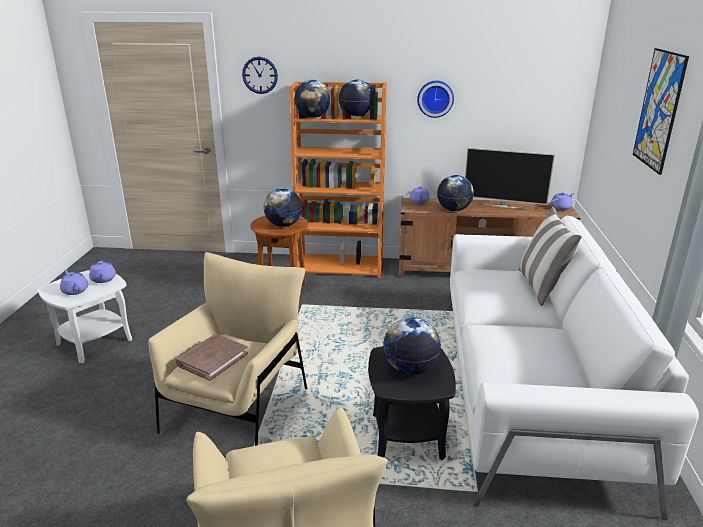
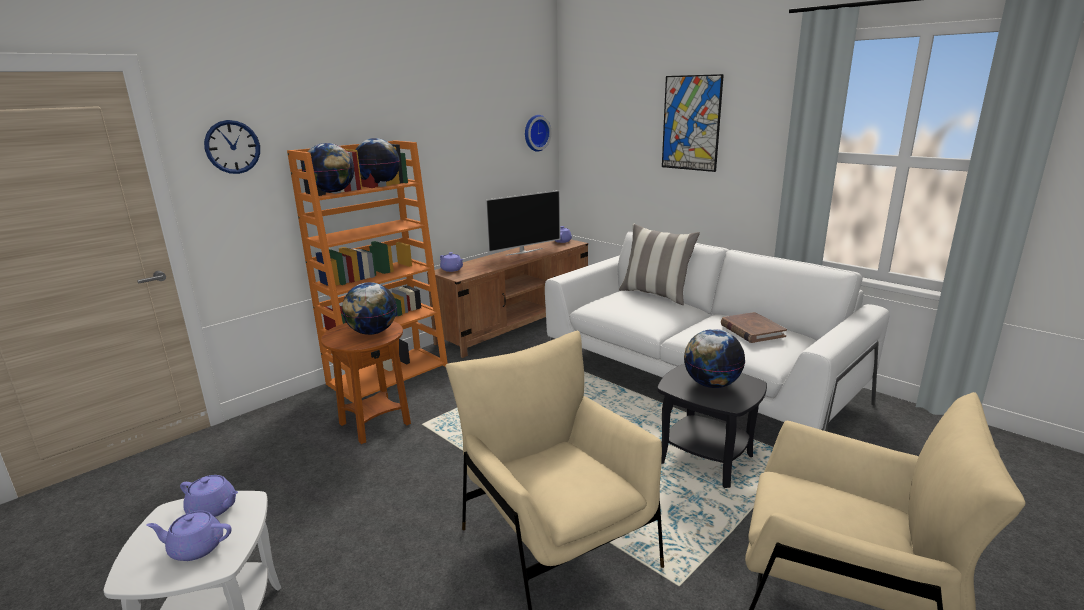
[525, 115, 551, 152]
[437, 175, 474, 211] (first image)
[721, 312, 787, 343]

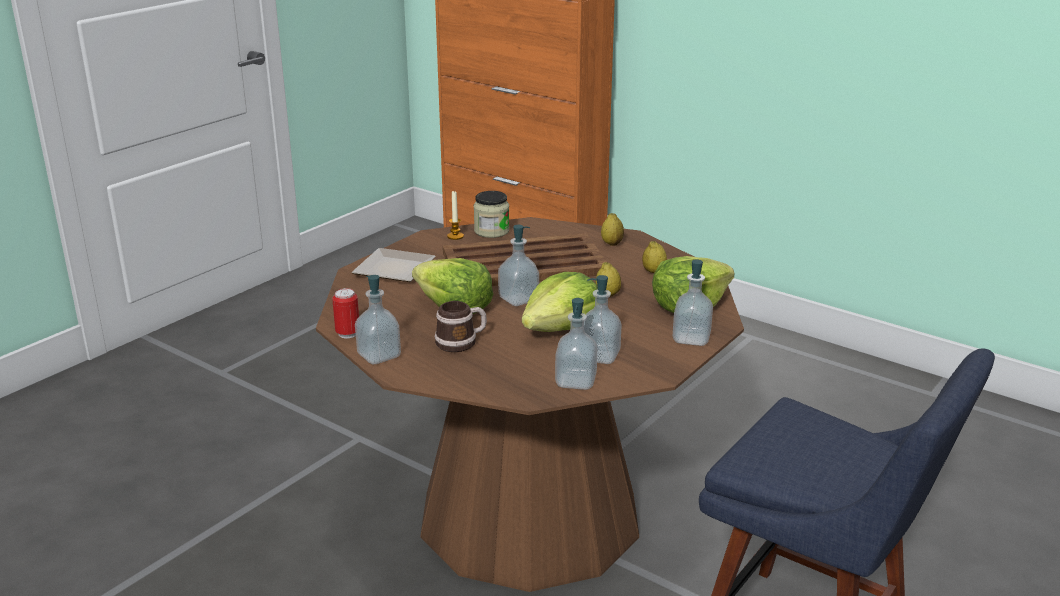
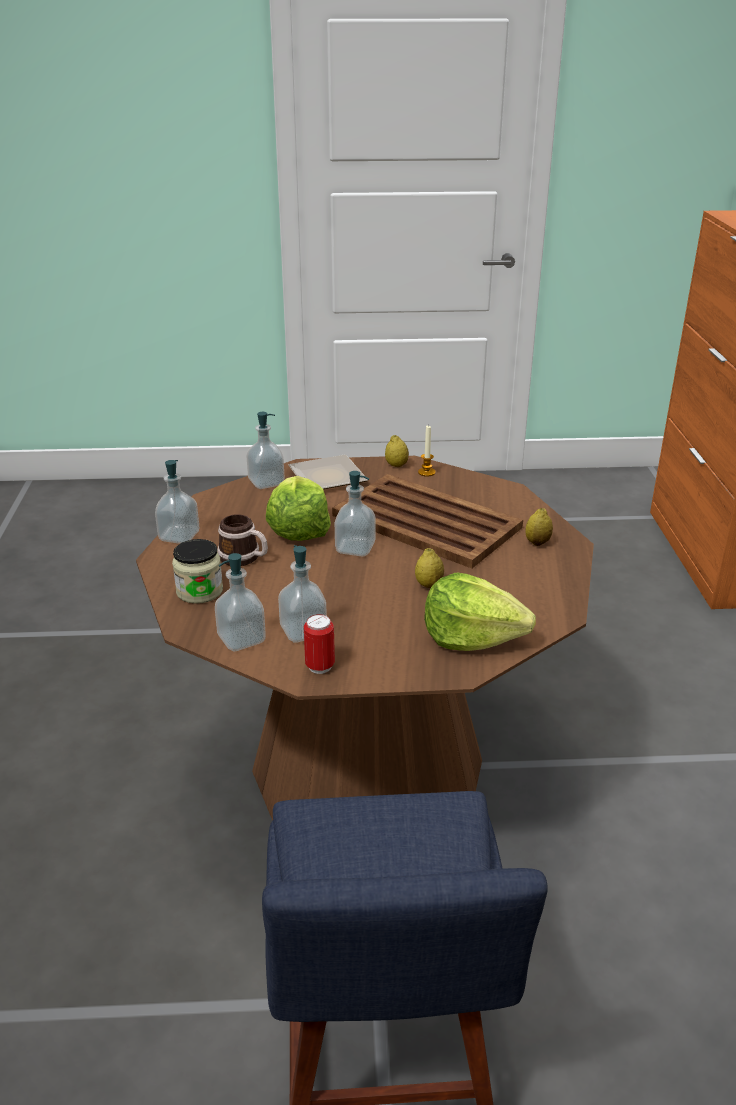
[172, 539, 223, 604]
[385, 435, 409, 467]
[247, 412, 285, 489]
[522, 272, 598, 332] (first image)
[304, 614, 335, 674]

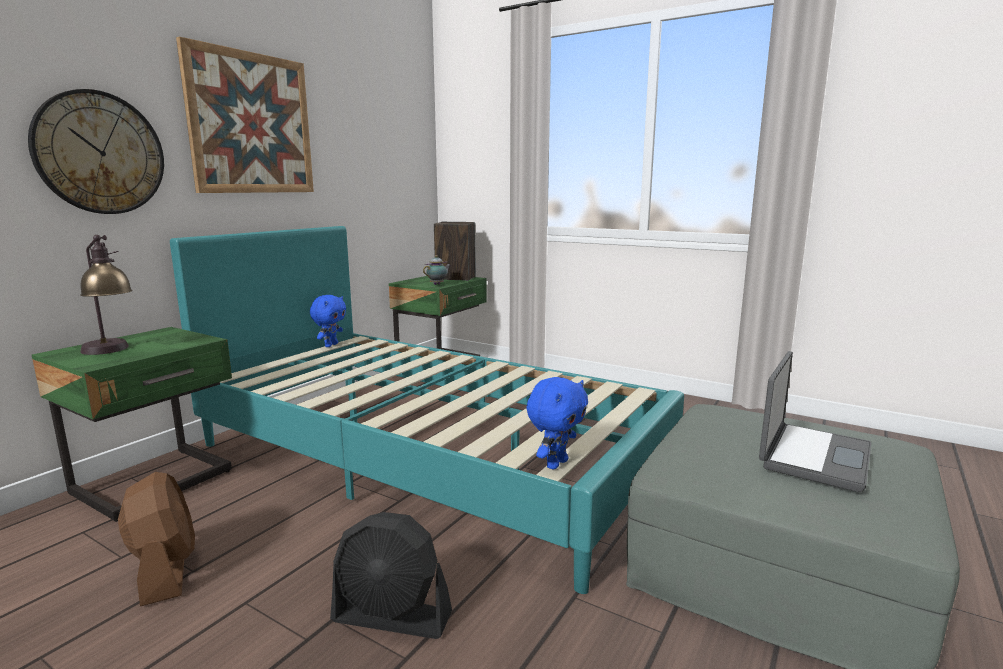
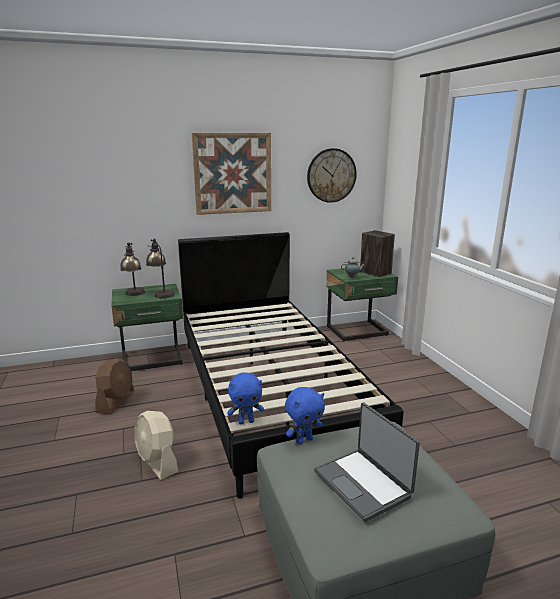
[307, 148, 357, 203]
[178, 232, 404, 499]
[285, 387, 325, 444]
[314, 402, 420, 522]
[134, 411, 178, 480]
[146, 239, 175, 299]

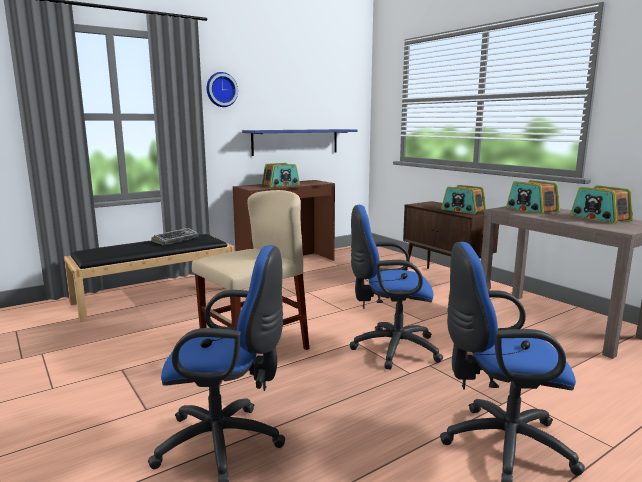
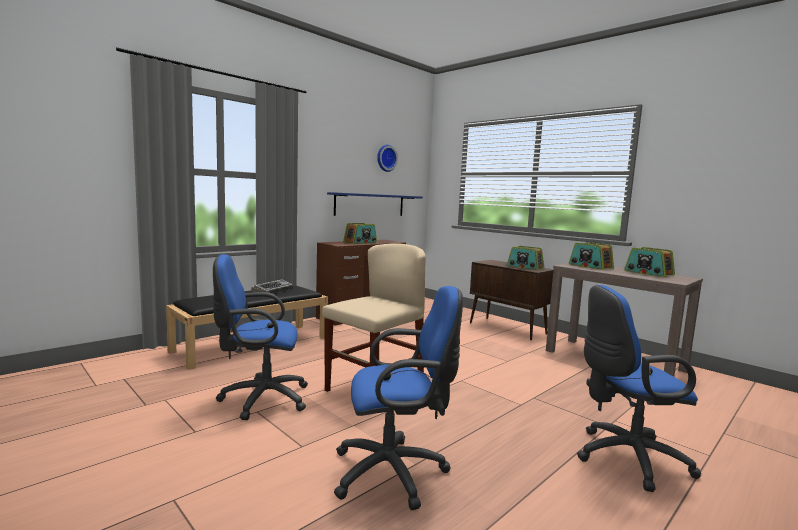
[377, 145, 398, 172]
[213, 254, 308, 420]

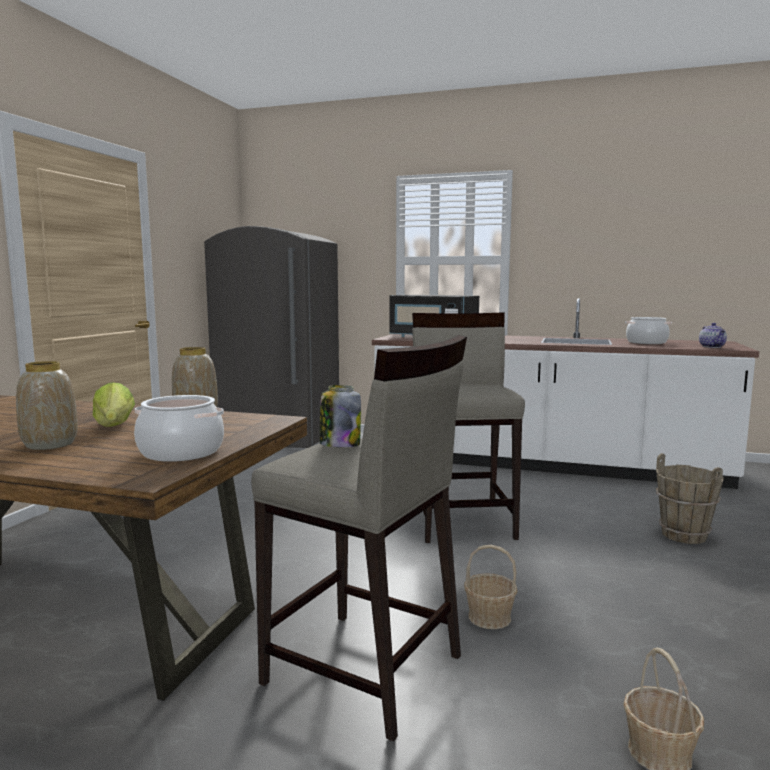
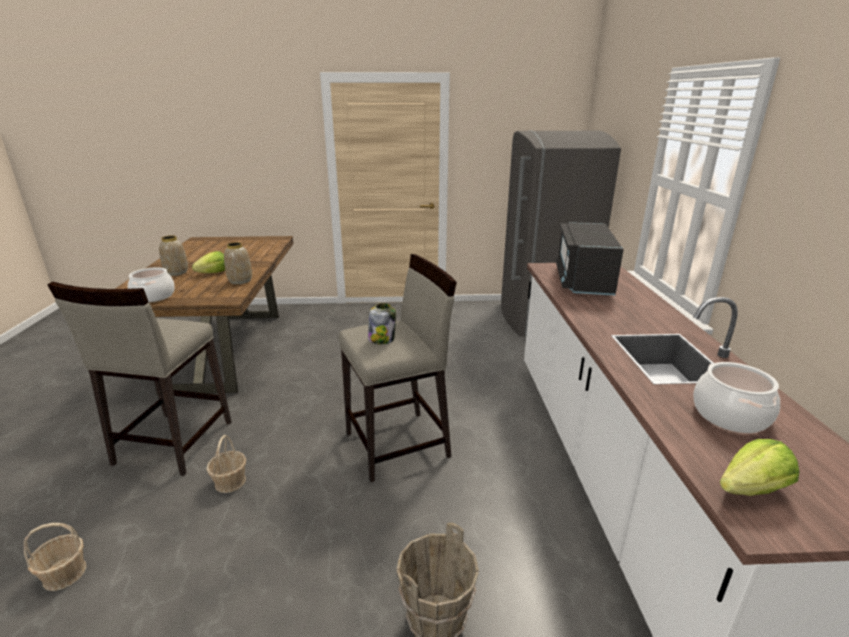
[720, 439, 799, 496]
[368, 303, 396, 344]

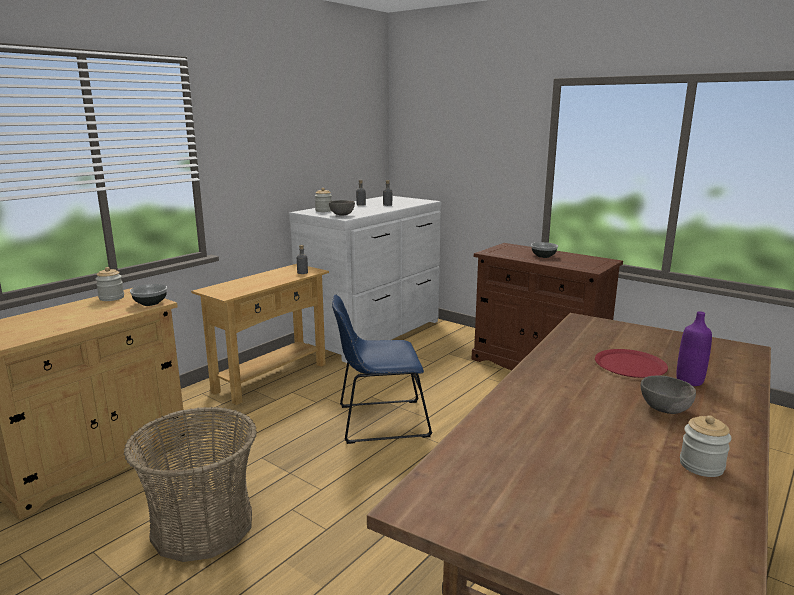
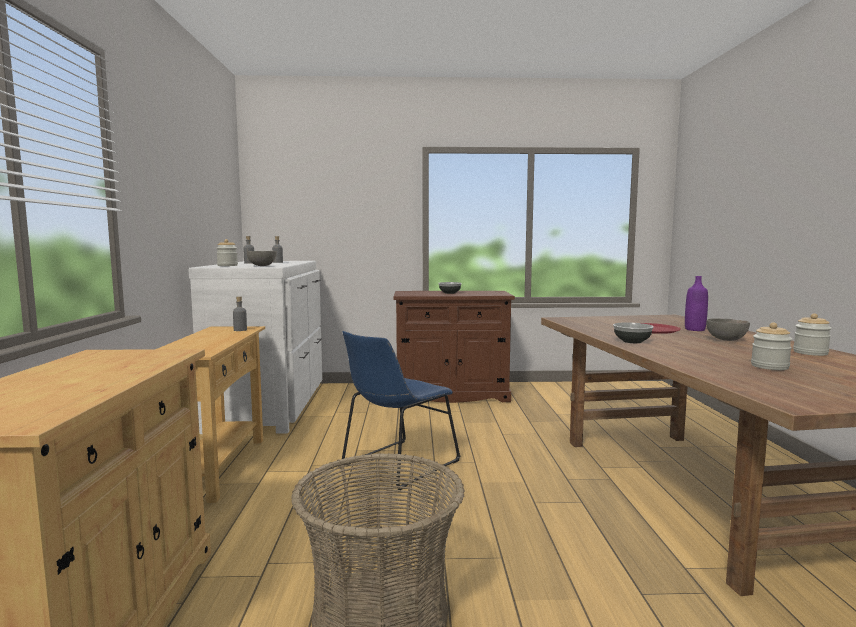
[751, 322, 792, 370]
[613, 322, 654, 343]

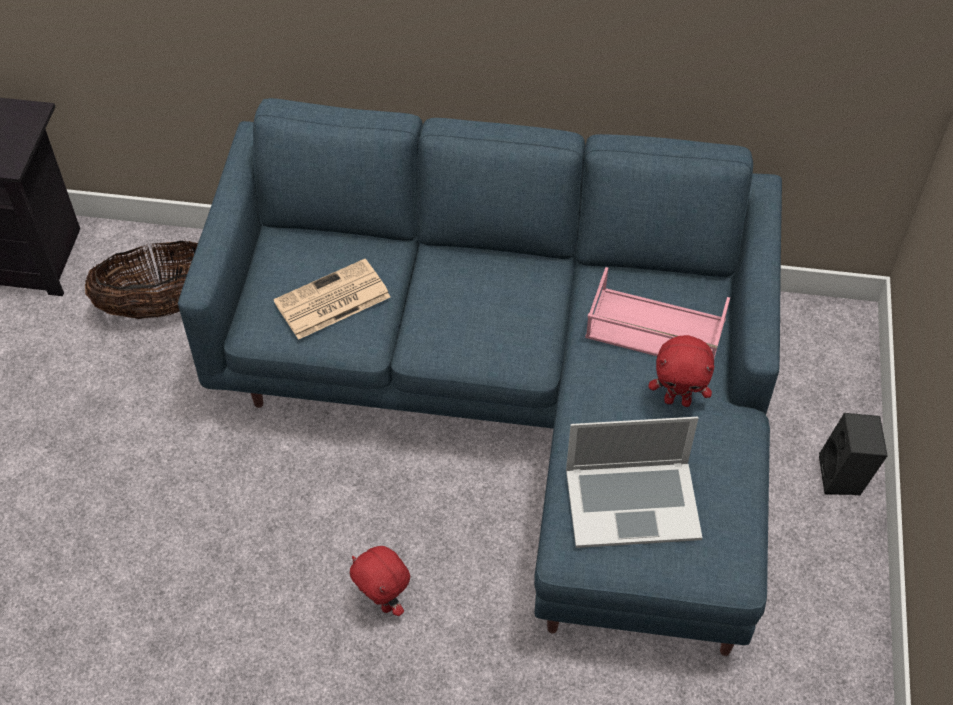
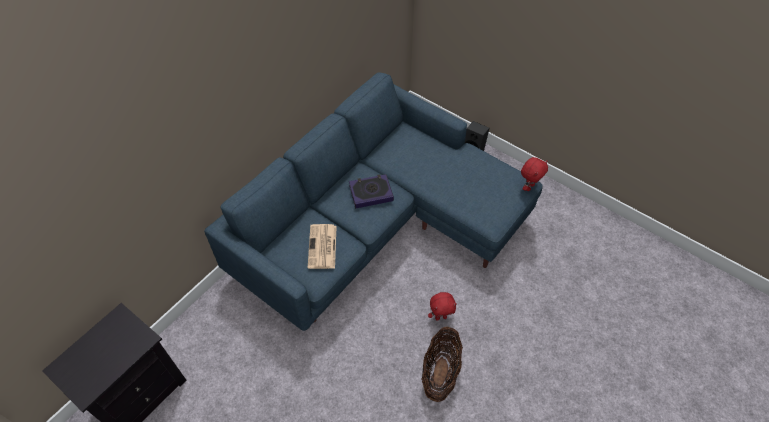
[421, 327, 463, 402]
[585, 267, 730, 358] (first image)
[521, 157, 548, 191]
[566, 417, 702, 548] (first image)
[349, 174, 394, 208]

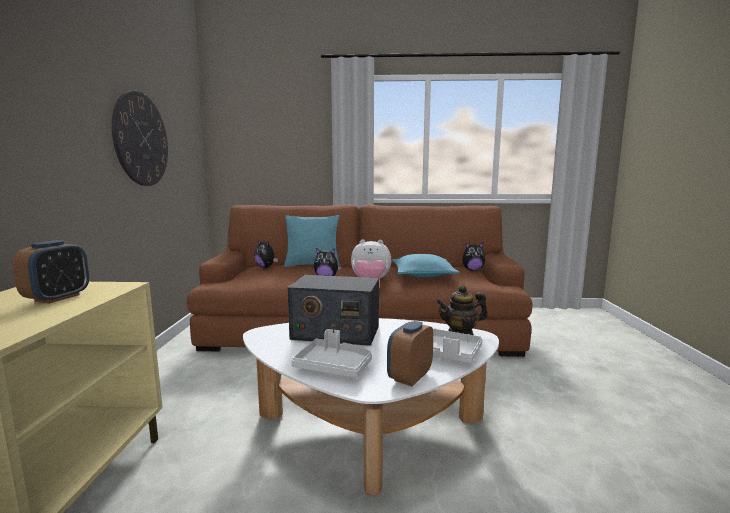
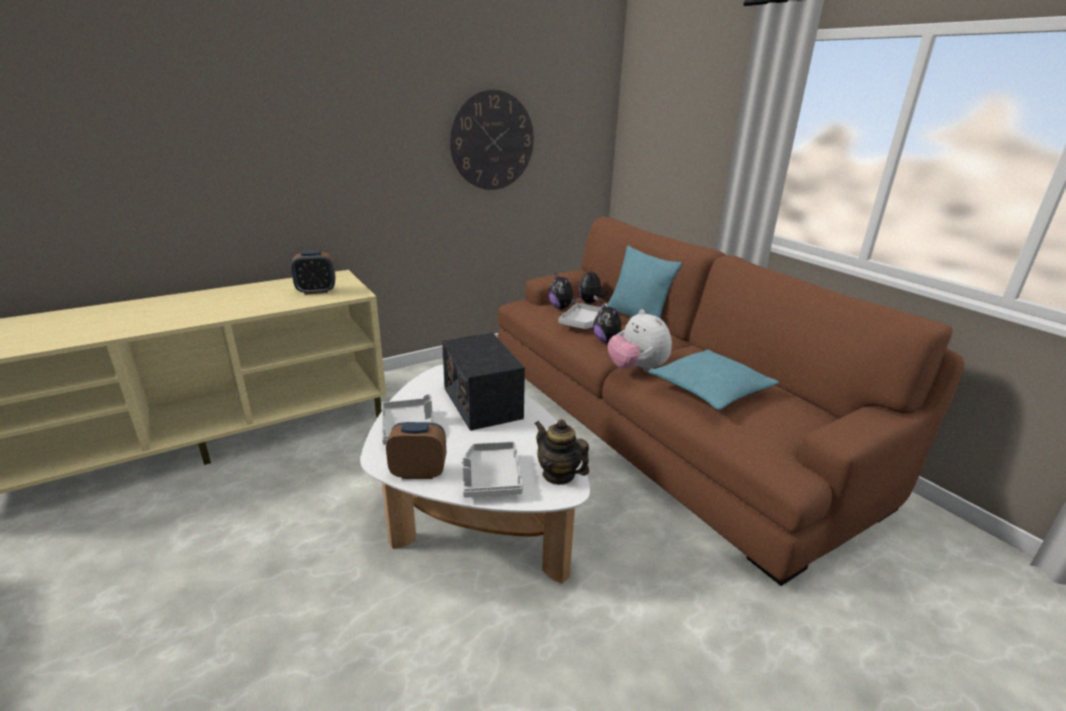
[549, 273, 577, 309]
[559, 303, 607, 329]

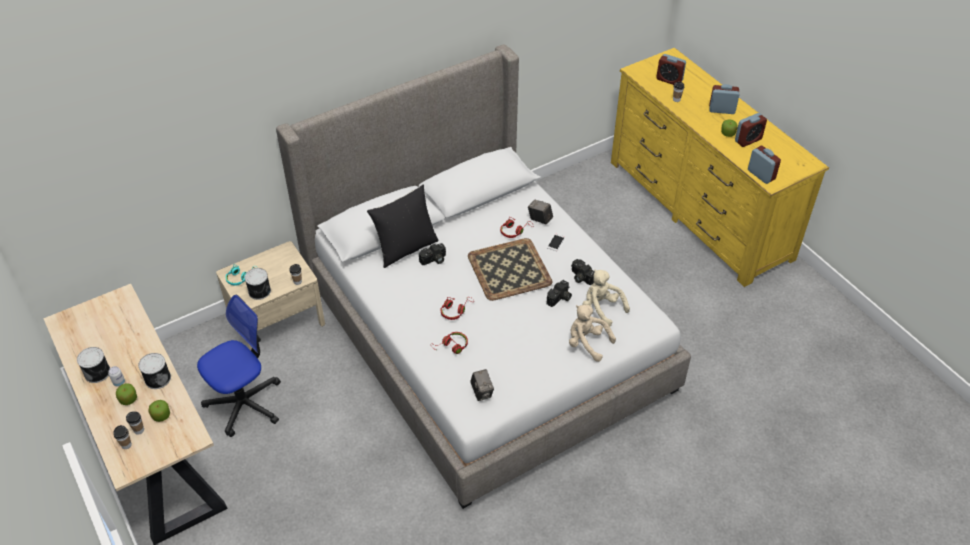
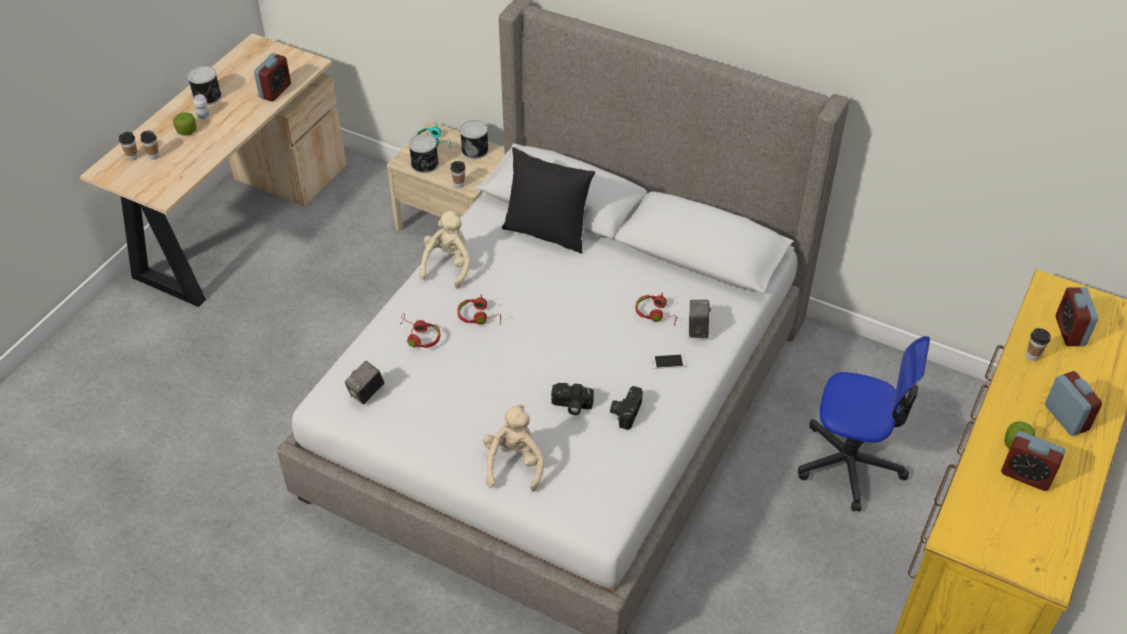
[254, 53, 291, 102]
[468, 238, 552, 301] (first image)
[419, 243, 446, 265] (first image)
[420, 211, 471, 289]
[798, 336, 930, 511]
[460, 120, 489, 159]
[148, 400, 170, 422] (first image)

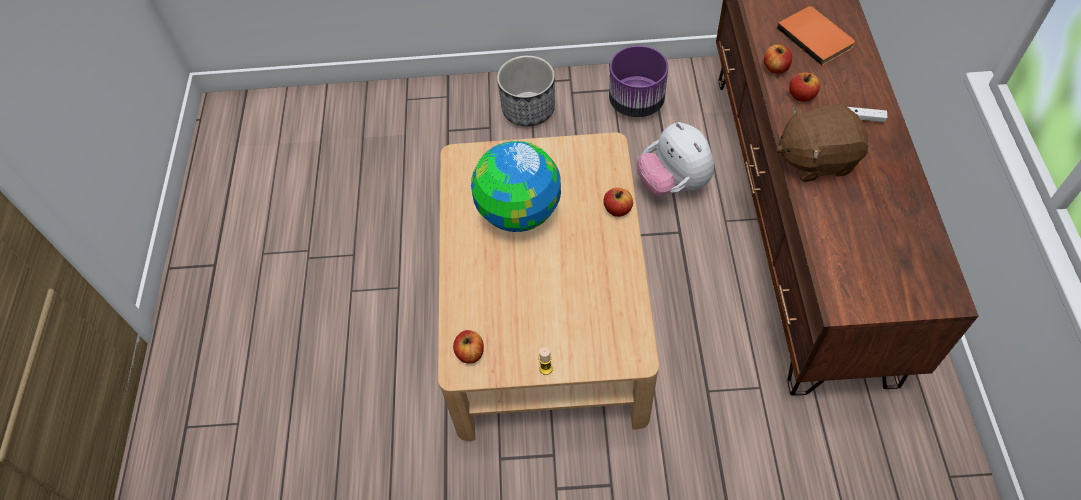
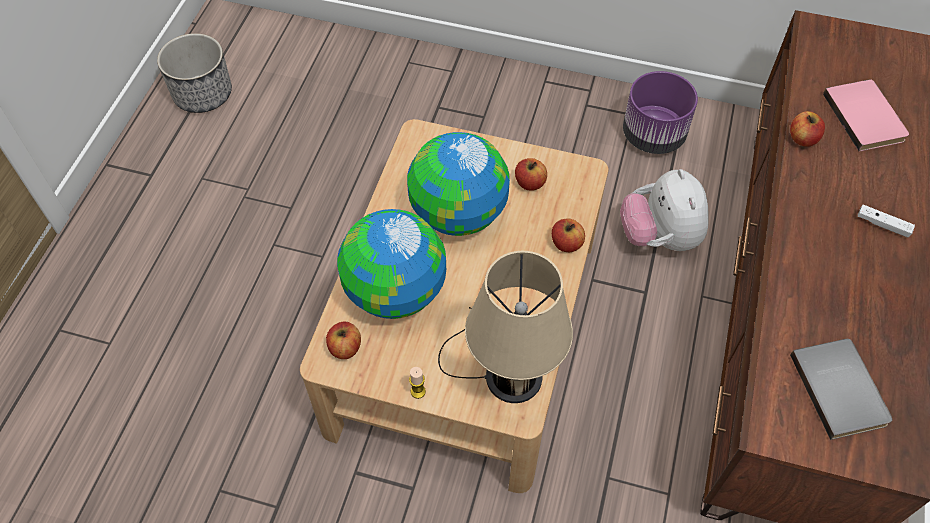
[823, 80, 909, 152]
[157, 33, 232, 113]
[515, 158, 547, 191]
[776, 104, 869, 182] (first image)
[337, 209, 446, 319]
[438, 251, 573, 403]
[790, 339, 892, 440]

